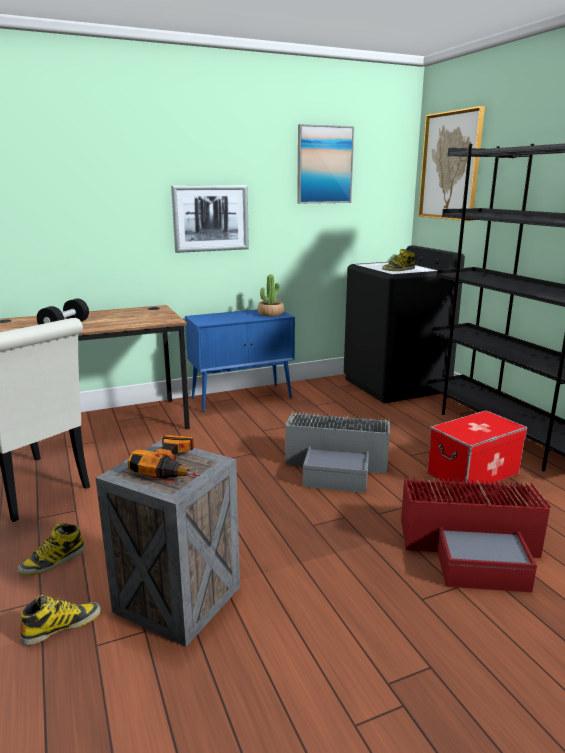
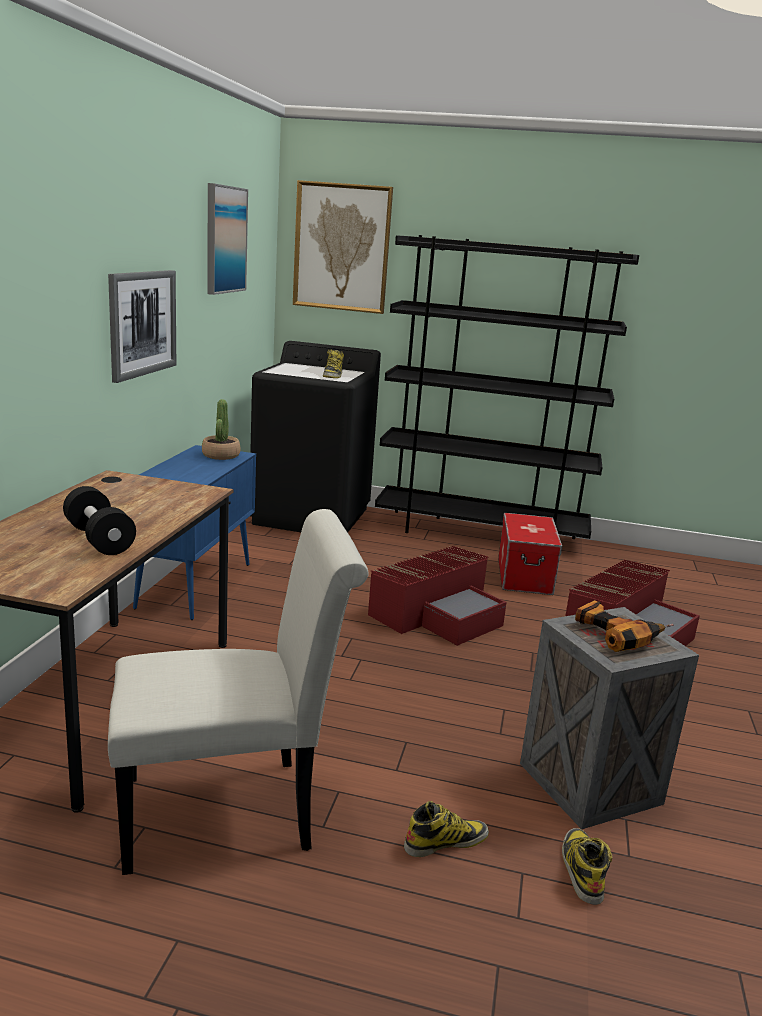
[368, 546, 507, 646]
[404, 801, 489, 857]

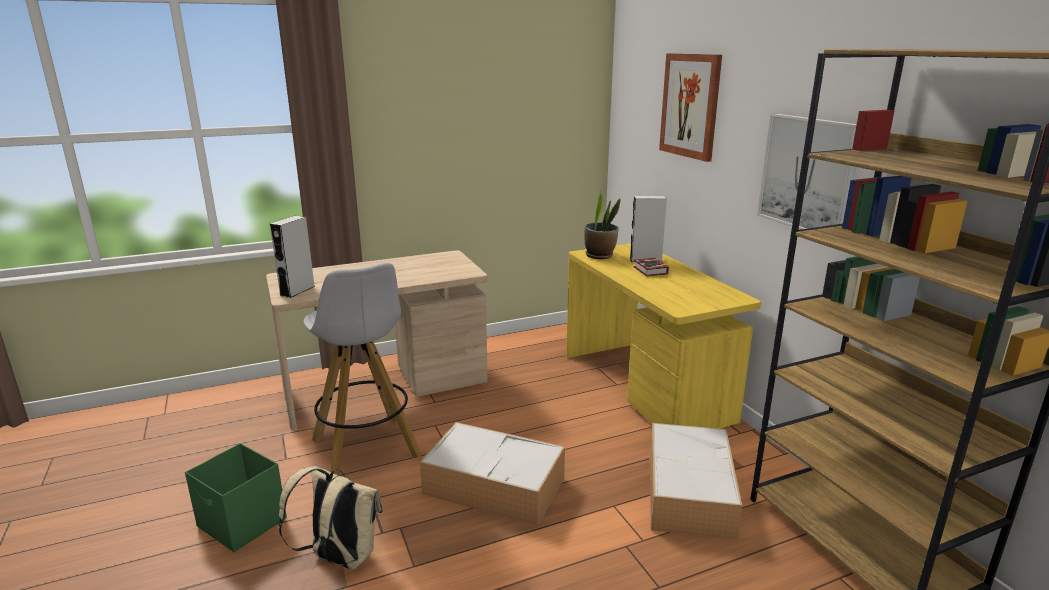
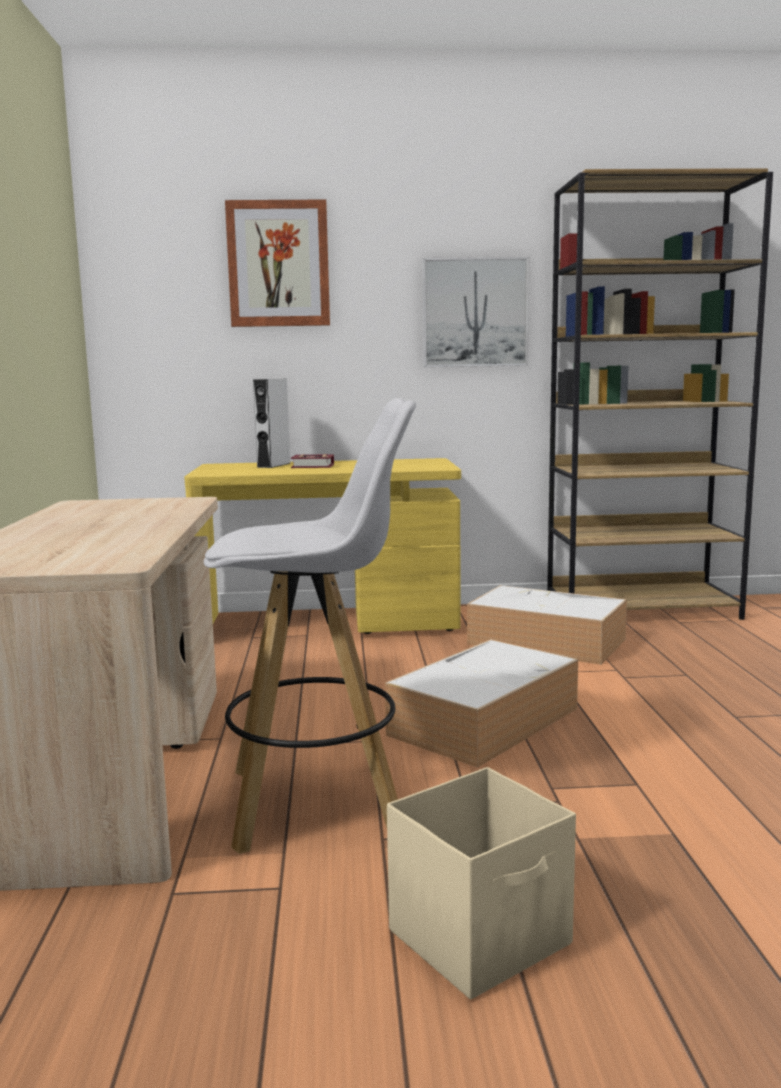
[585, 191, 621, 259] (first image)
[270, 216, 315, 298] (first image)
[387, 767, 576, 999]
[278, 466, 383, 570] (first image)

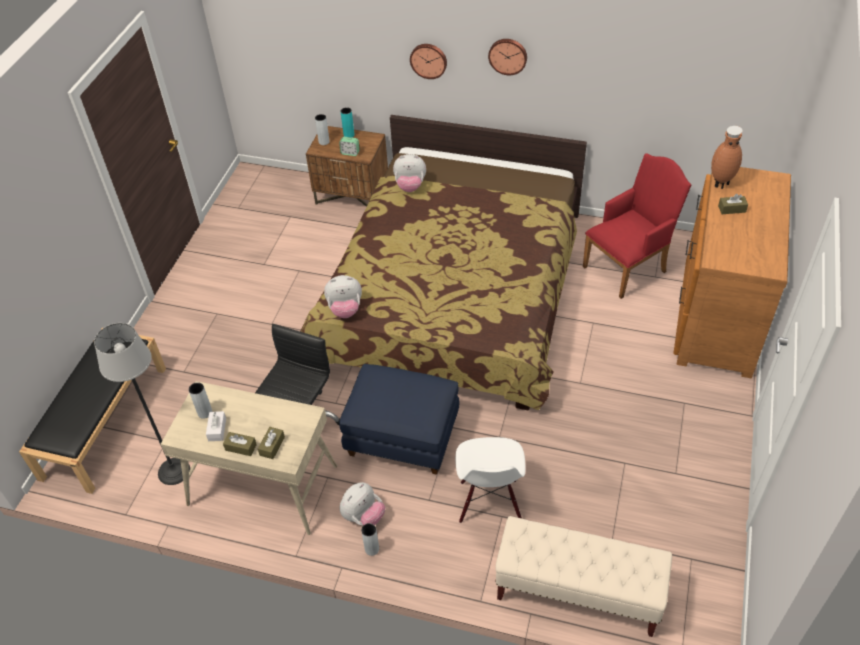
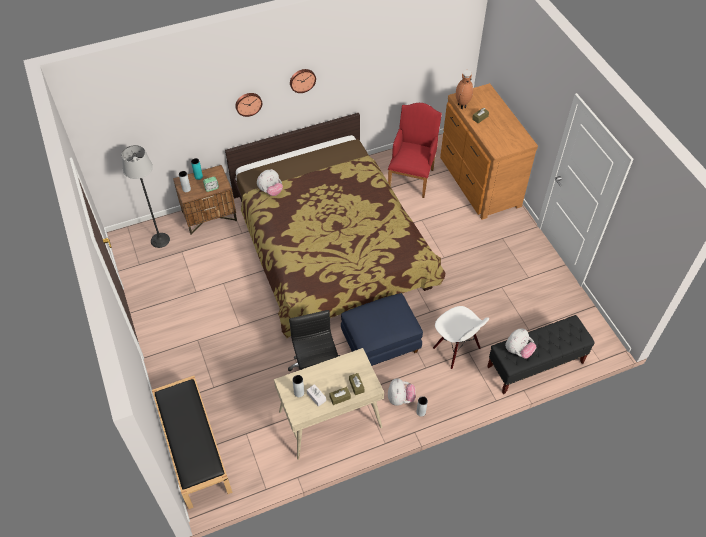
[505, 328, 537, 359]
[122, 145, 170, 248]
[487, 315, 594, 394]

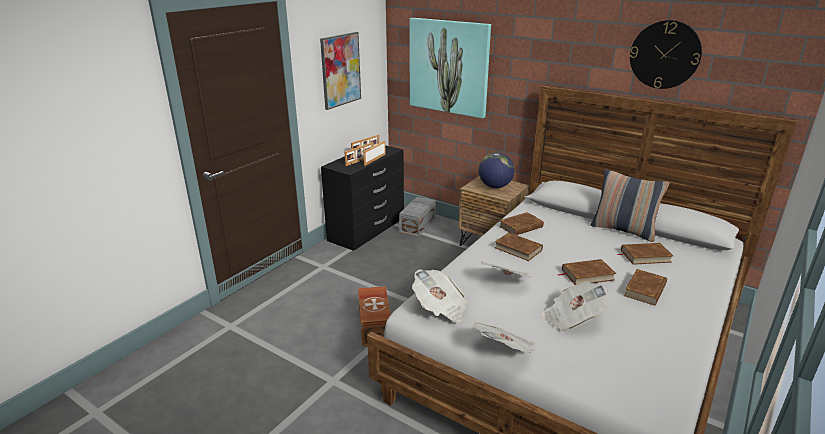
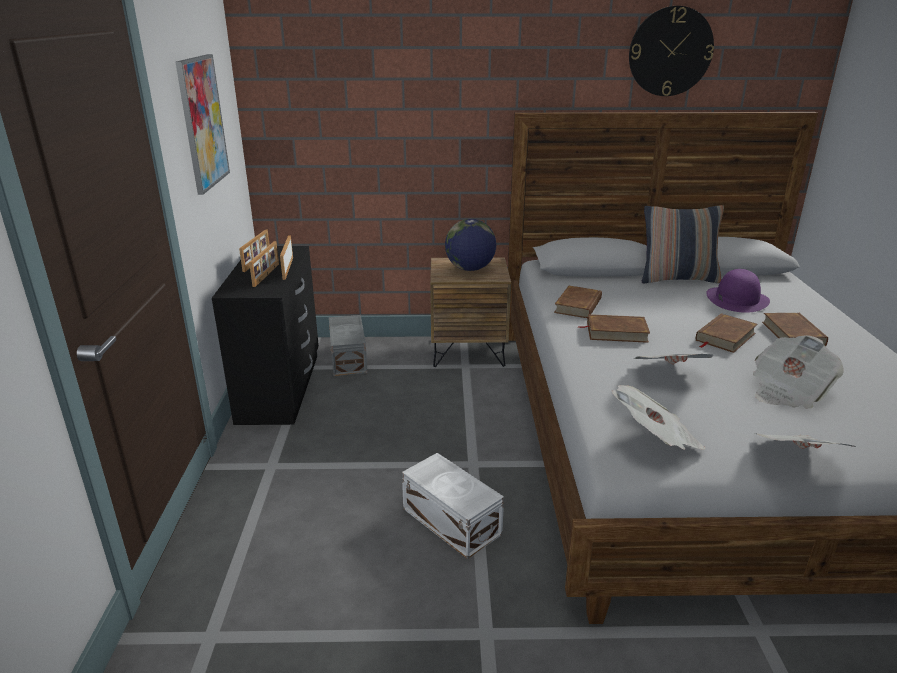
[410, 18, 491, 118] (first image)
[706, 269, 770, 313]
[402, 453, 504, 559]

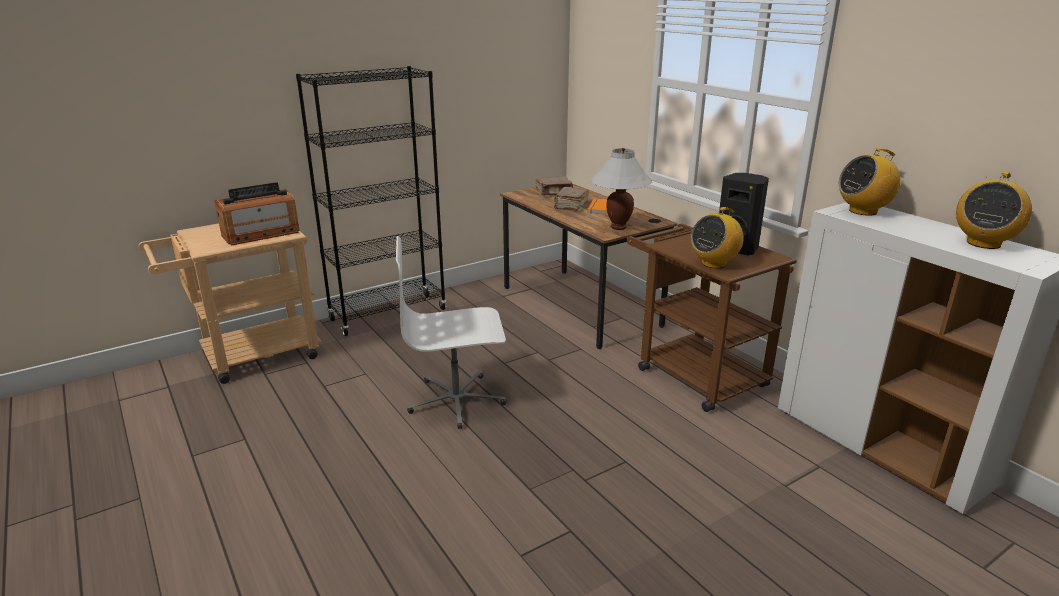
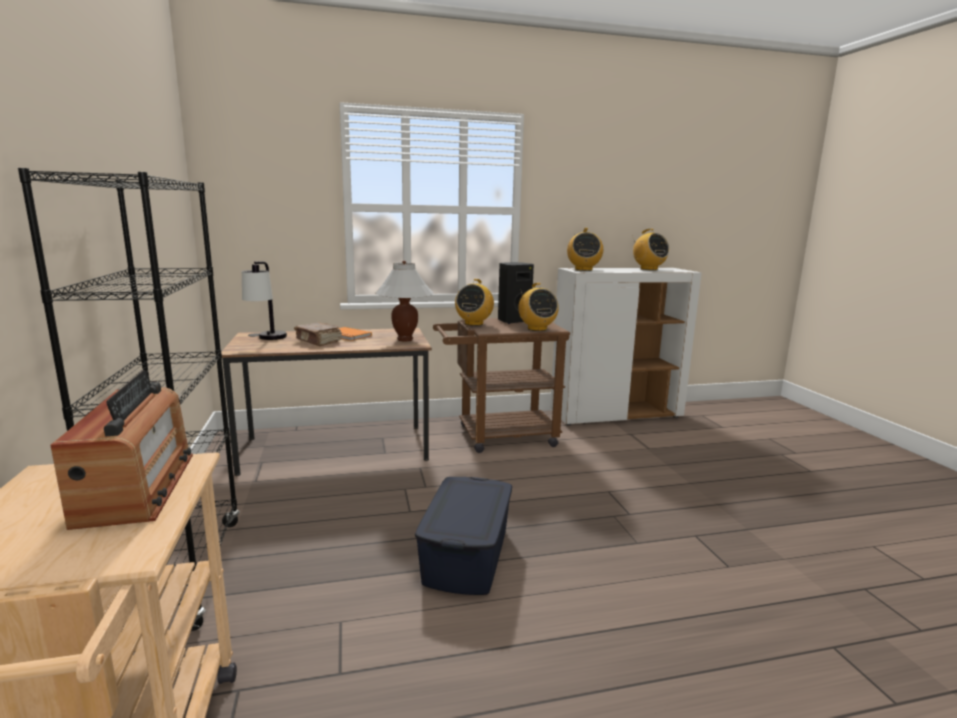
[242, 261, 287, 340]
[415, 477, 512, 595]
[455, 279, 494, 326]

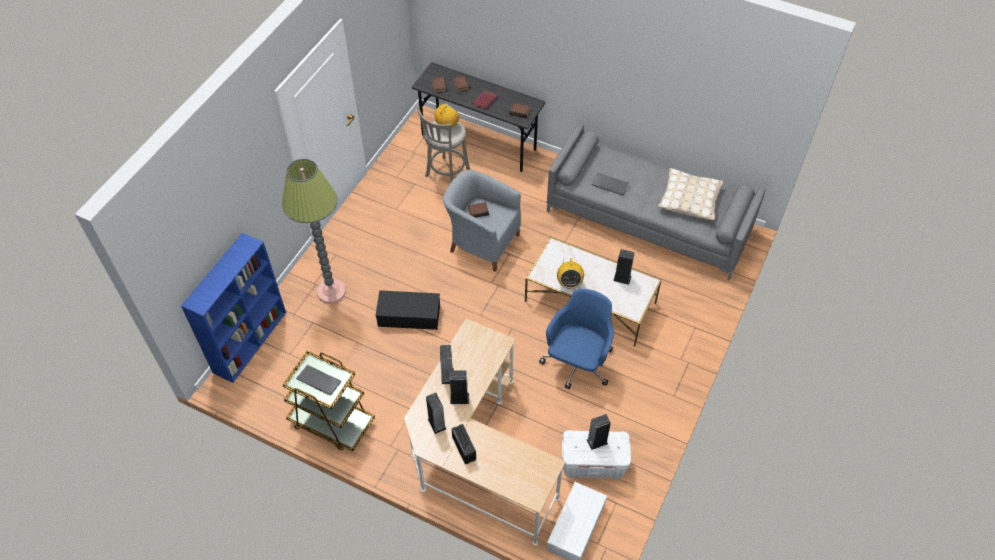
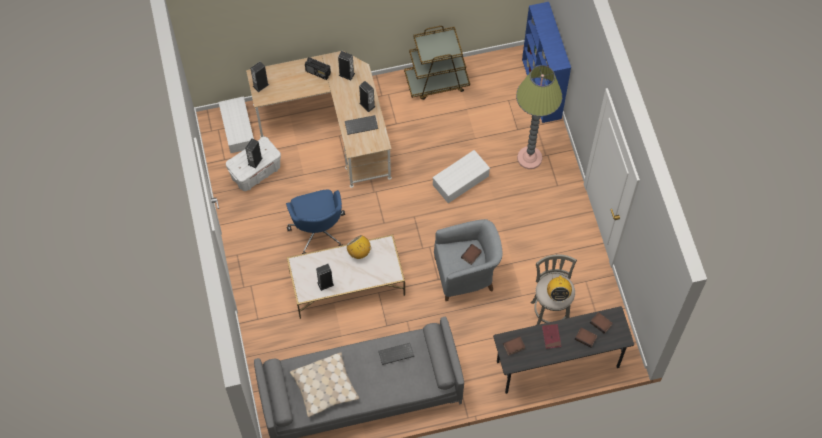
[433, 150, 490, 203]
[345, 115, 378, 135]
[250, 61, 269, 92]

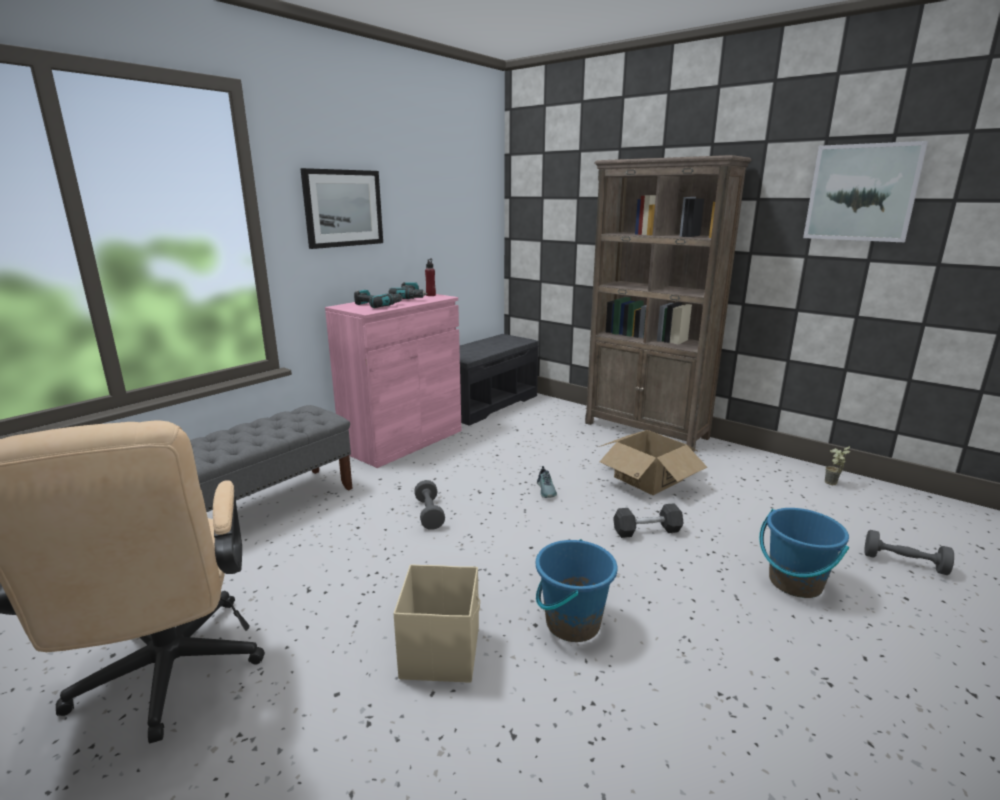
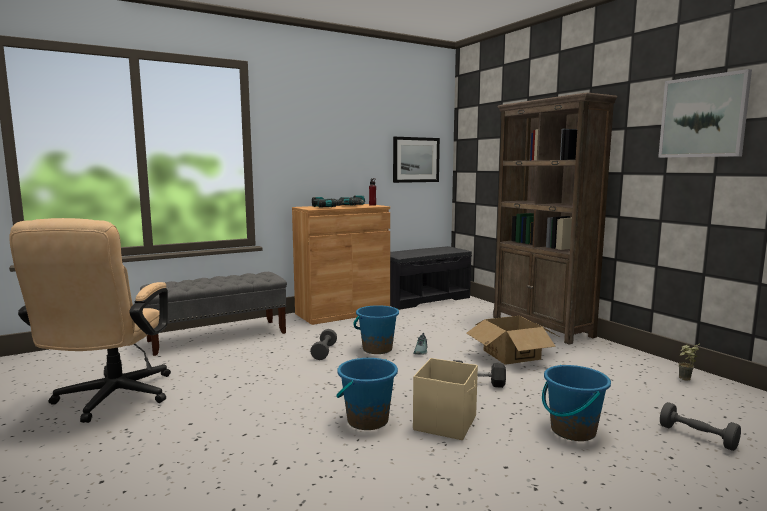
[393, 137, 440, 183]
[292, 204, 390, 325]
[413, 358, 478, 440]
[353, 305, 399, 354]

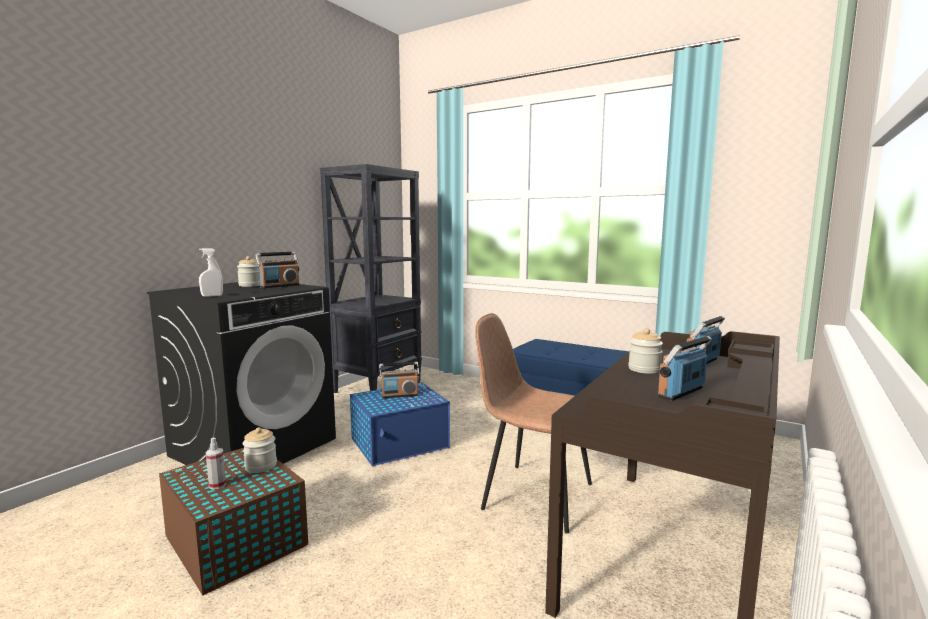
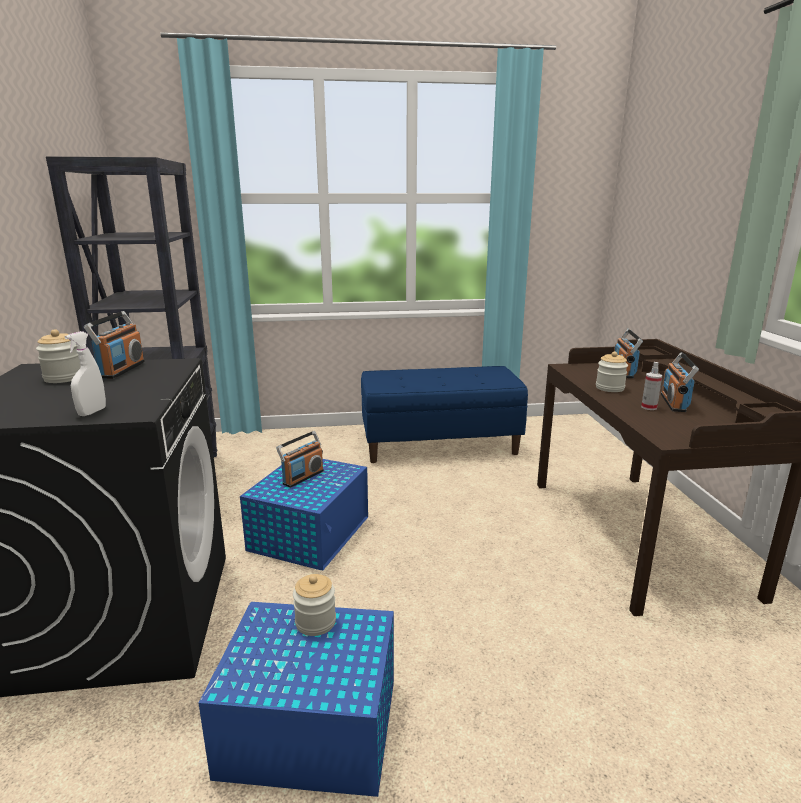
[475, 313, 592, 533] (first image)
[641, 362, 662, 410]
[199, 602, 394, 797]

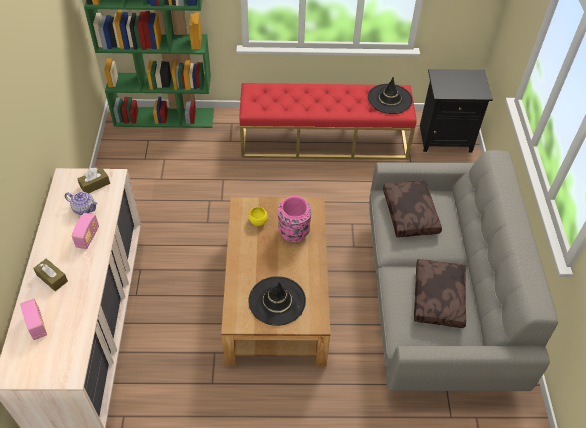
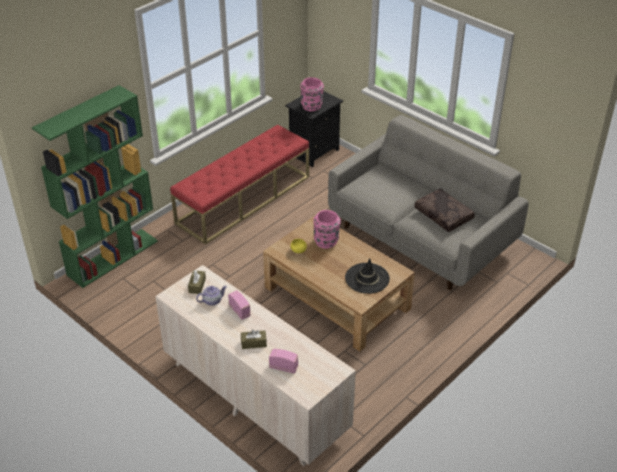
[368, 77, 413, 114] (first image)
[383, 180, 442, 237] (first image)
[300, 77, 324, 111]

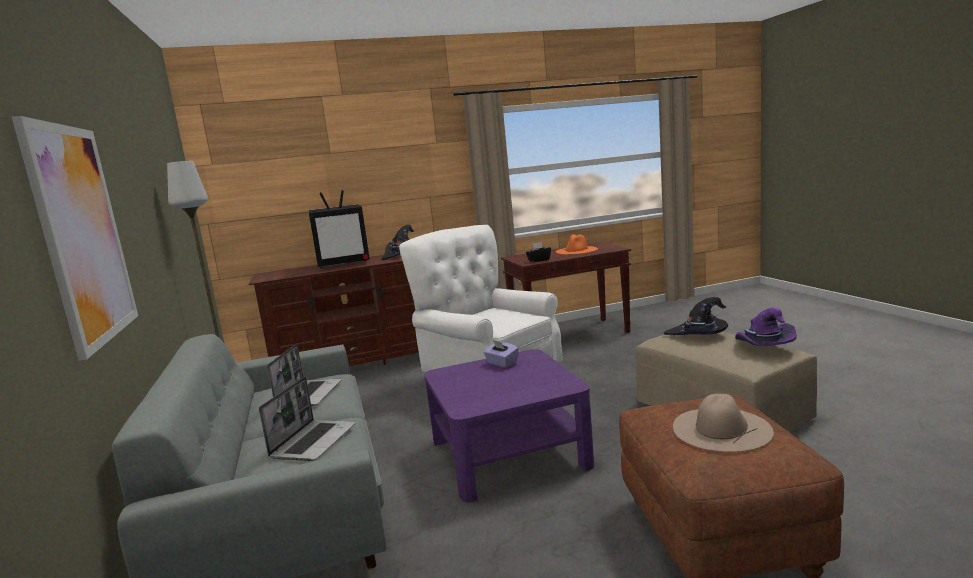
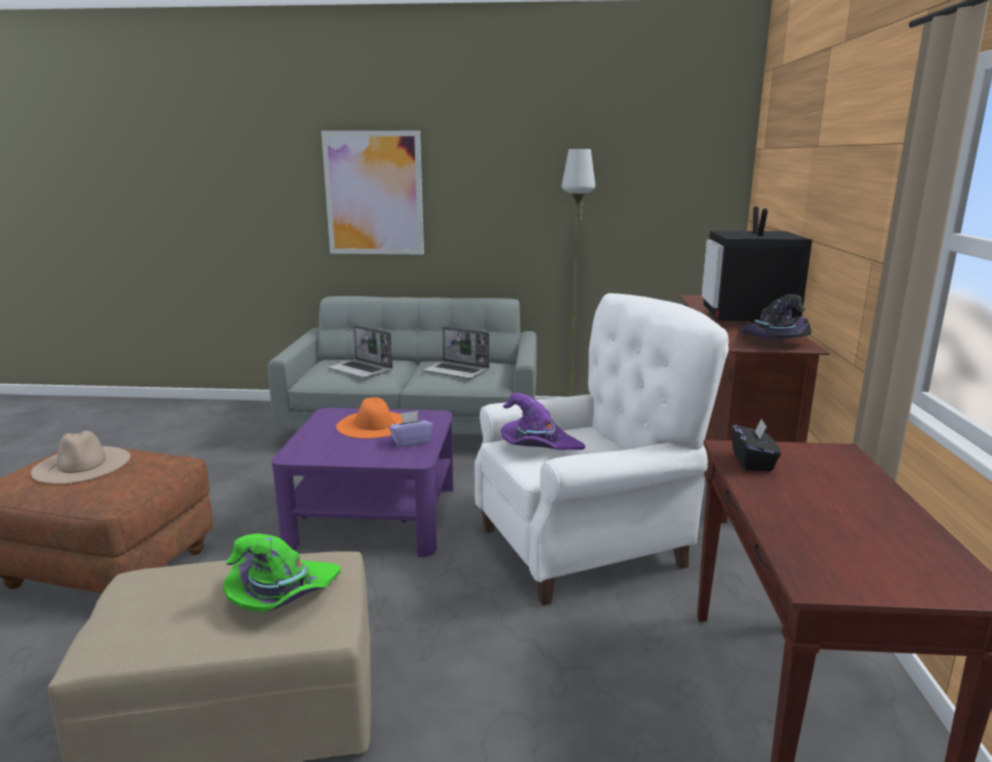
[336, 397, 403, 439]
[223, 533, 341, 612]
[501, 393, 585, 450]

